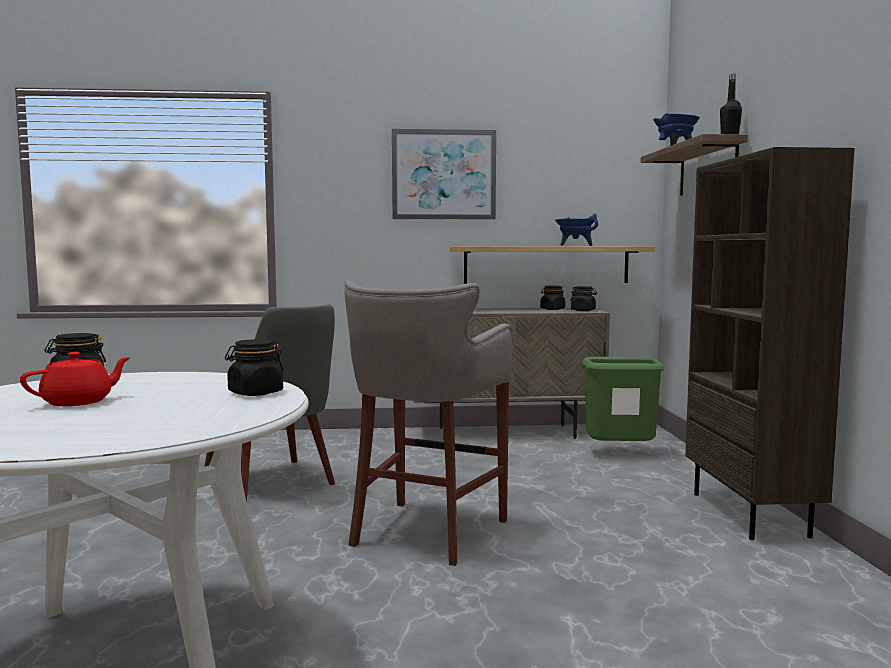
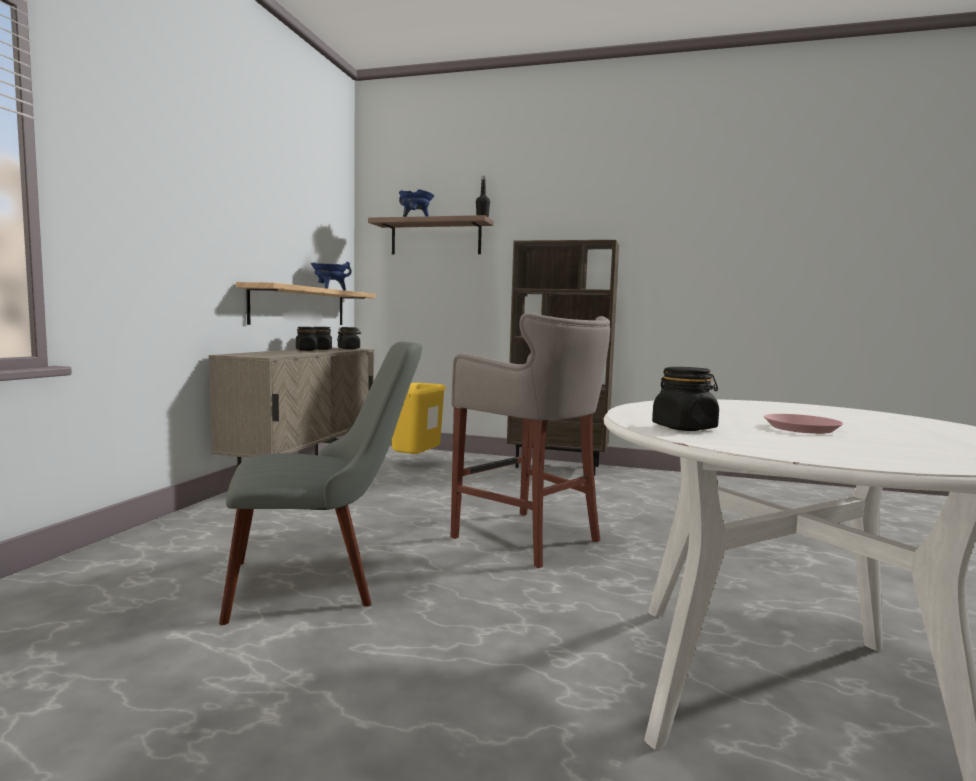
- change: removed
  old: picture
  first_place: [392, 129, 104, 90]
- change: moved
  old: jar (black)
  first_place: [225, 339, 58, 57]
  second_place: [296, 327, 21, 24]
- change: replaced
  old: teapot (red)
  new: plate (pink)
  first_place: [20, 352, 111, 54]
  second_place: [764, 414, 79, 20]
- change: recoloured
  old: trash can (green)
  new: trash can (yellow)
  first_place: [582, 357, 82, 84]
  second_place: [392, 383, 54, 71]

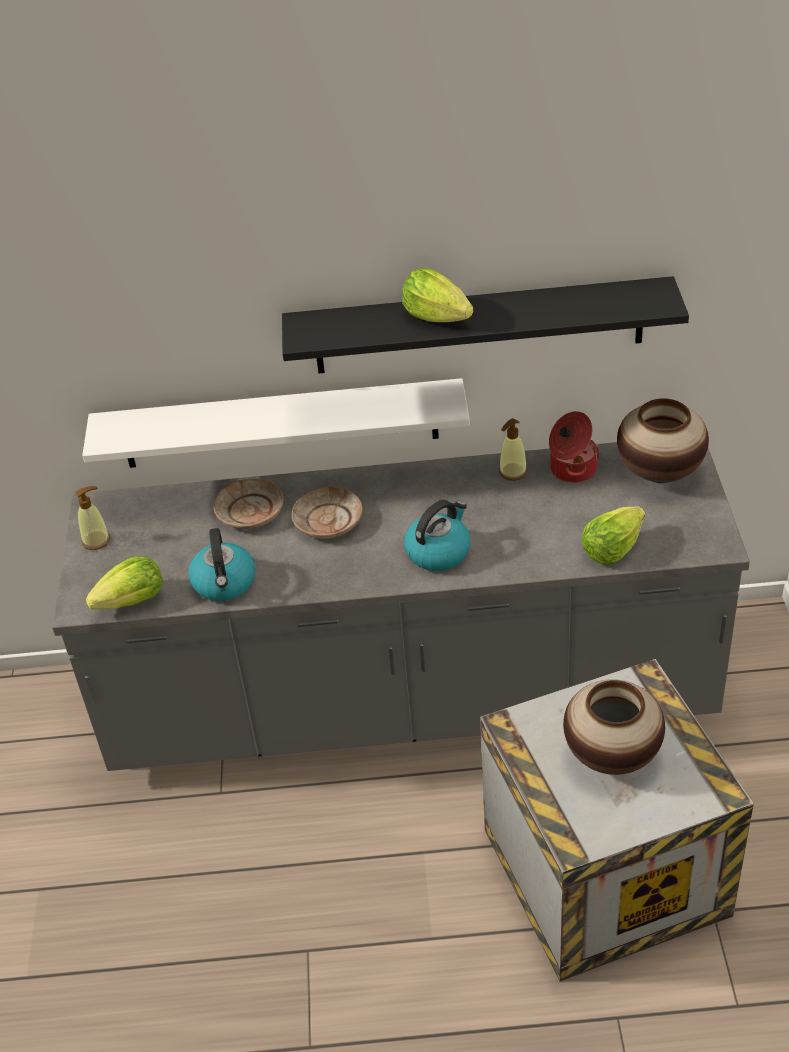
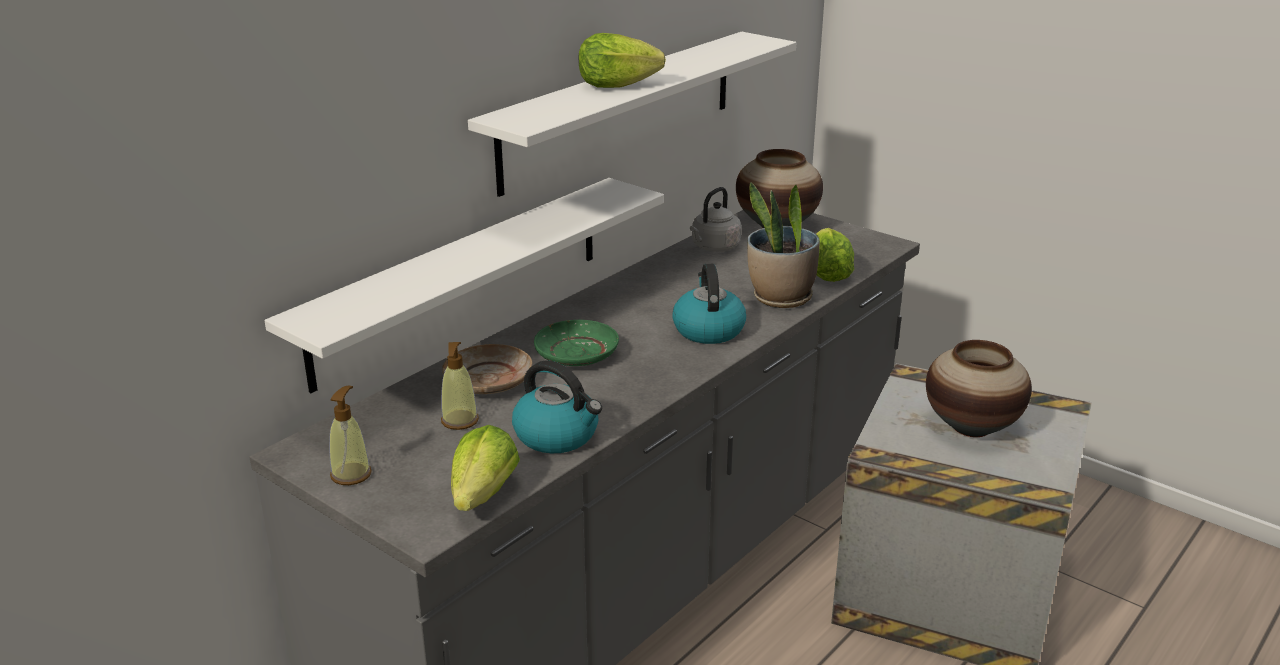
- change: added
  new: potted plant
  second_place: [747, 182, 73, 126]
- change: moved
  old: soap dispenser
  first_place: [499, 418, 28, 63]
  second_place: [441, 342, 38, 88]
- change: replaced
  old: cooking pot
  new: kettle (grey)
  first_place: [549, 411, 51, 72]
  second_place: [689, 187, 52, 65]
- change: recoloured
  old: shelf (black)
  new: shelf (white)
  first_place: [282, 276, 407, 97]
  second_place: [468, 32, 328, 165]
- change: recoloured
  old: plate (beige)
  new: plate (green)
  first_place: [292, 487, 71, 51]
  second_place: [534, 320, 85, 46]

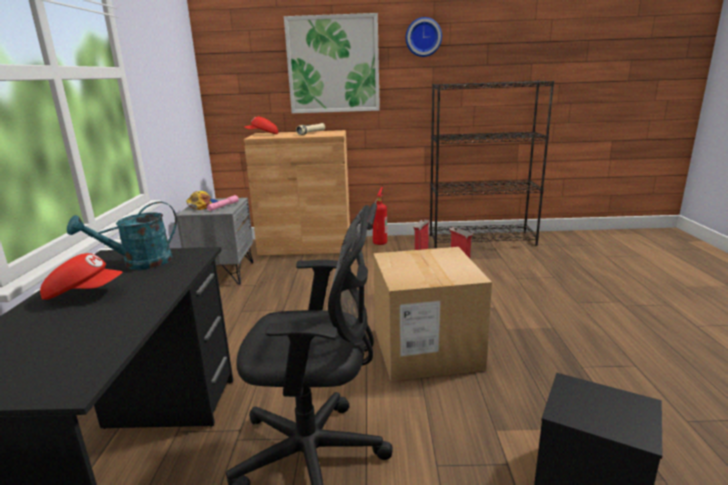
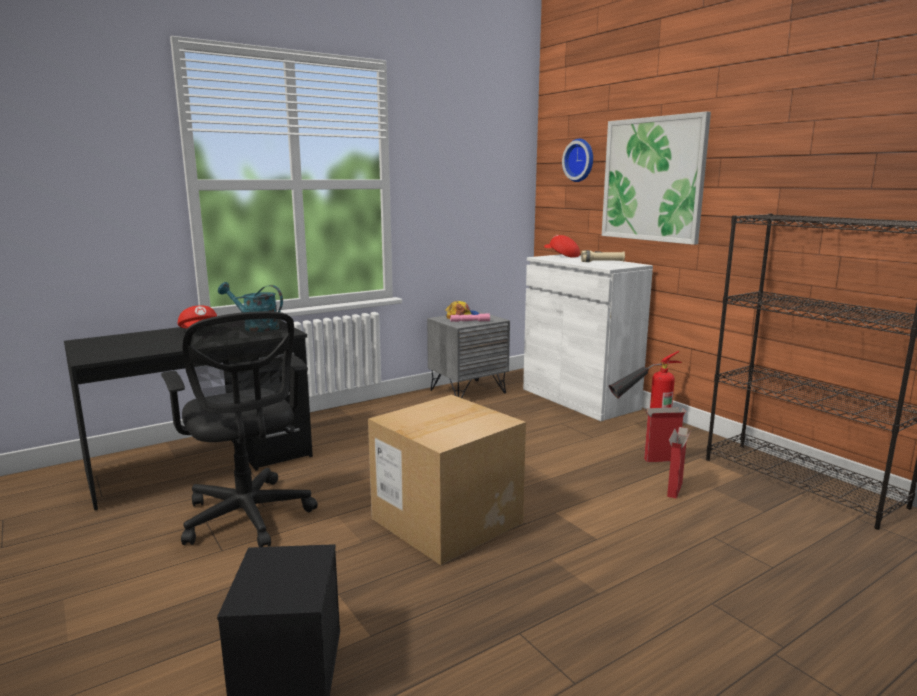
- change: moved
  old: wall clock
  first_place: [406, 17, 36, 40]
  second_place: [562, 139, 31, 43]
- change: recoloured
  old: cabinet (brown)
  new: cabinet (white)
  first_place: [244, 130, 106, 125]
  second_place: [523, 254, 130, 167]

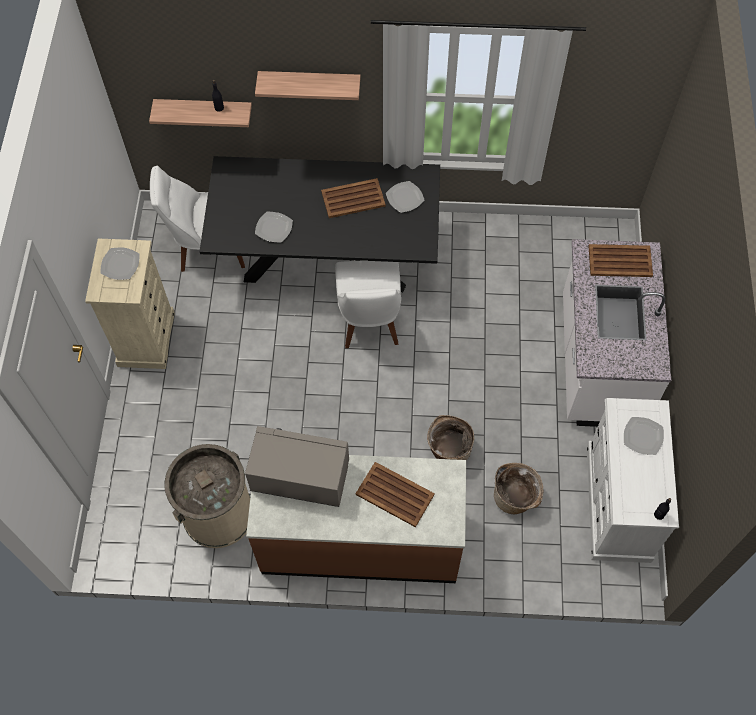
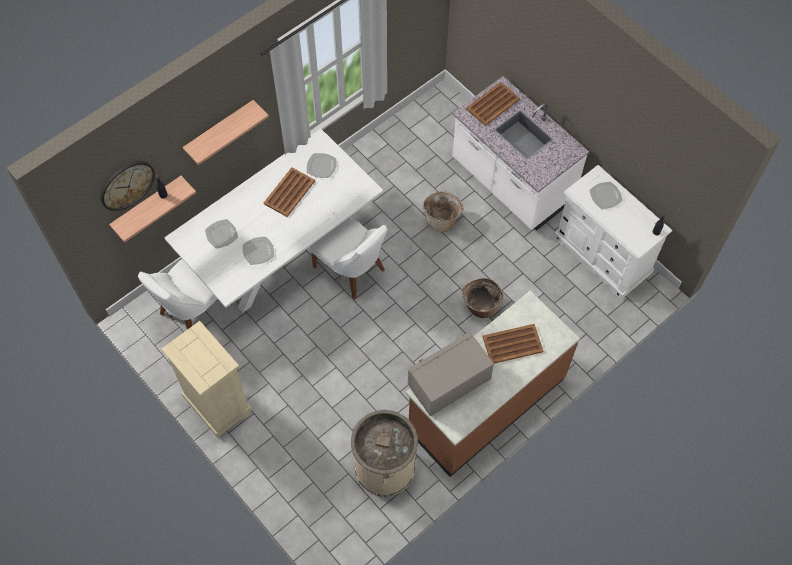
- change: added
  new: wall clock
  second_place: [101, 161, 54, 50]
- change: moved
  old: plate
  first_place: [100, 248, 40, 32]
  second_place: [205, 219, 33, 29]
- change: moved
  old: basket
  first_place: [494, 463, 49, 51]
  second_place: [423, 191, 40, 41]
- change: recoloured
  old: dining table (black)
  new: dining table (white)
  first_place: [199, 156, 241, 136]
  second_place: [164, 129, 219, 184]

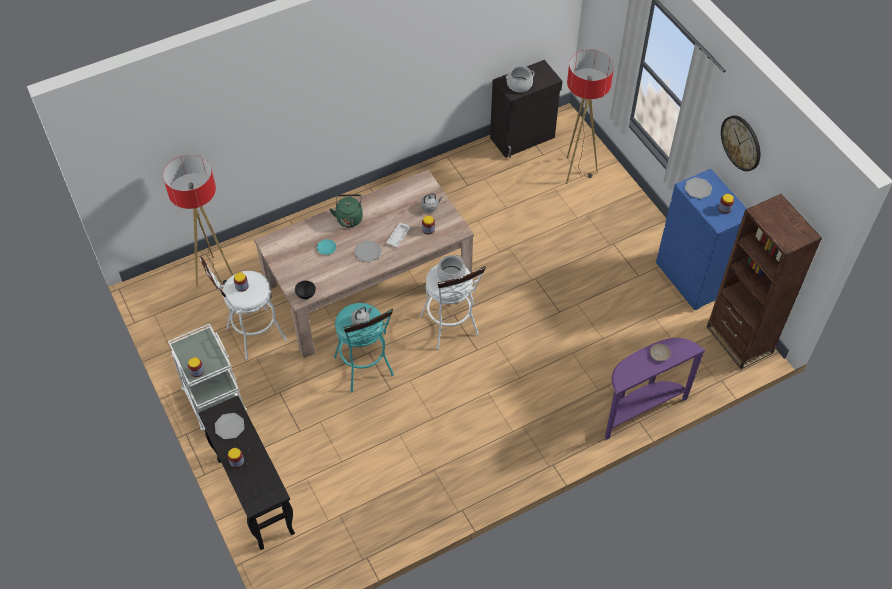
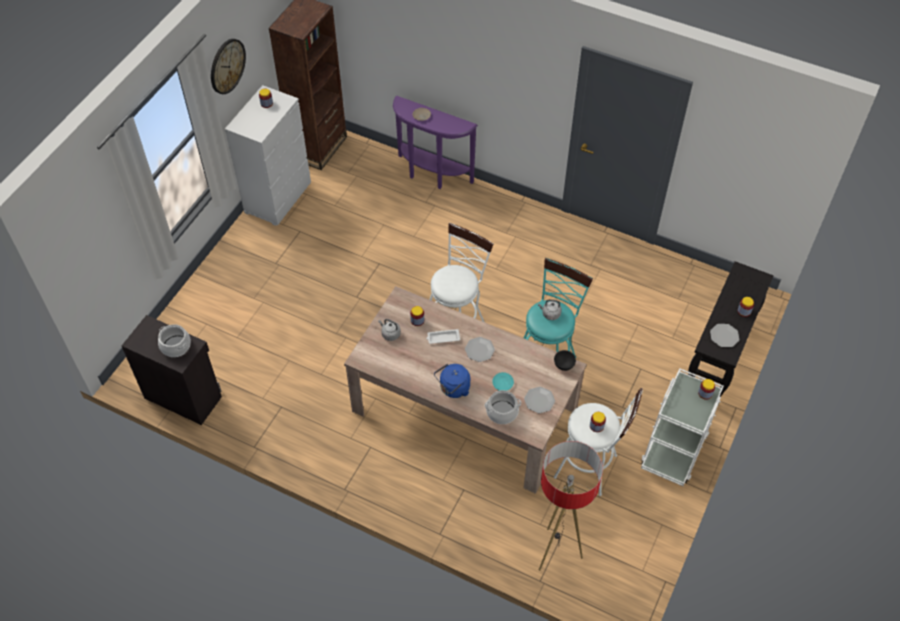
- change: removed
  old: floor lamp
  first_place: [566, 49, 48, 135]
- change: moved
  old: cooking pot
  first_place: [437, 255, 29, 27]
  second_place: [484, 390, 37, 34]
- change: moved
  old: plate
  first_place: [684, 177, 28, 22]
  second_place: [524, 387, 31, 26]
- change: recoloured
  old: kettle (green)
  new: kettle (blue)
  first_place: [329, 194, 34, 33]
  second_place: [434, 364, 36, 34]
- change: recoloured
  old: dresser (blue)
  new: dresser (white)
  first_place: [656, 169, 91, 141]
  second_place: [225, 85, 86, 141]

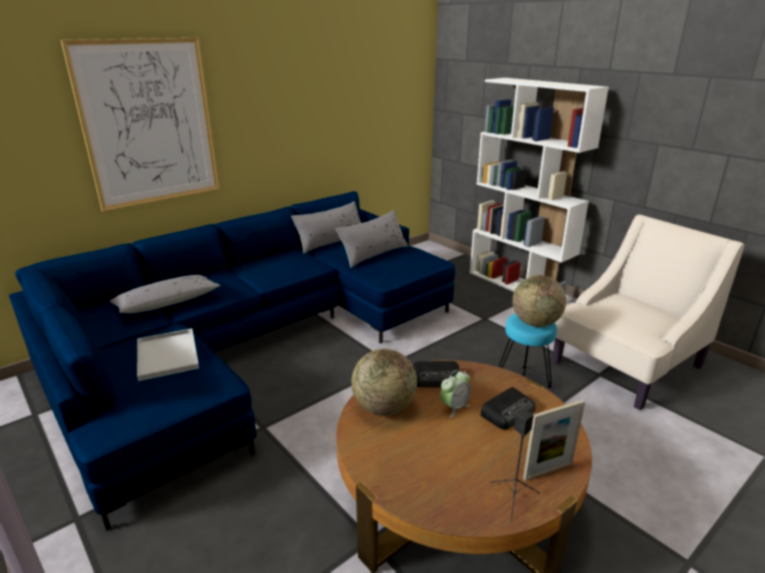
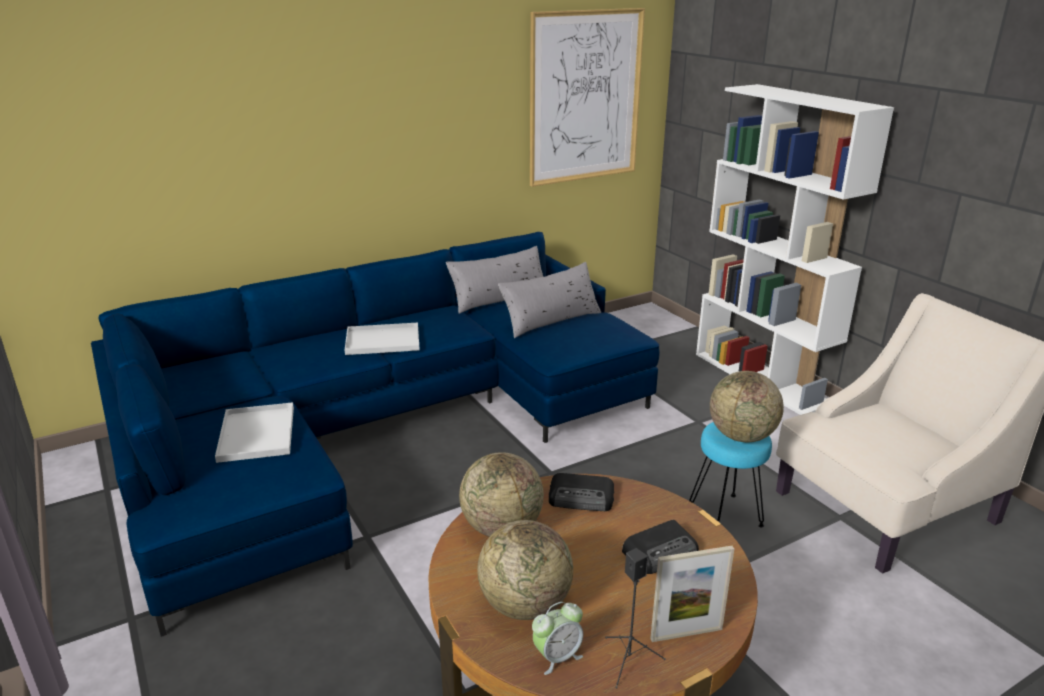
- change: removed
  old: pillow (grey)
  first_place: [110, 275, 111, 39]
- change: added
  new: tray (white)
  second_place: [345, 322, 75, 33]
- change: added
  new: globe
  second_place: [477, 520, 96, 100]
- change: moved
  old: picture
  first_place: [61, 38, 159, 174]
  second_place: [530, 8, 115, 179]
- change: moved
  old: alarm clock
  first_place: [440, 370, 31, 47]
  second_place: [532, 602, 51, 73]

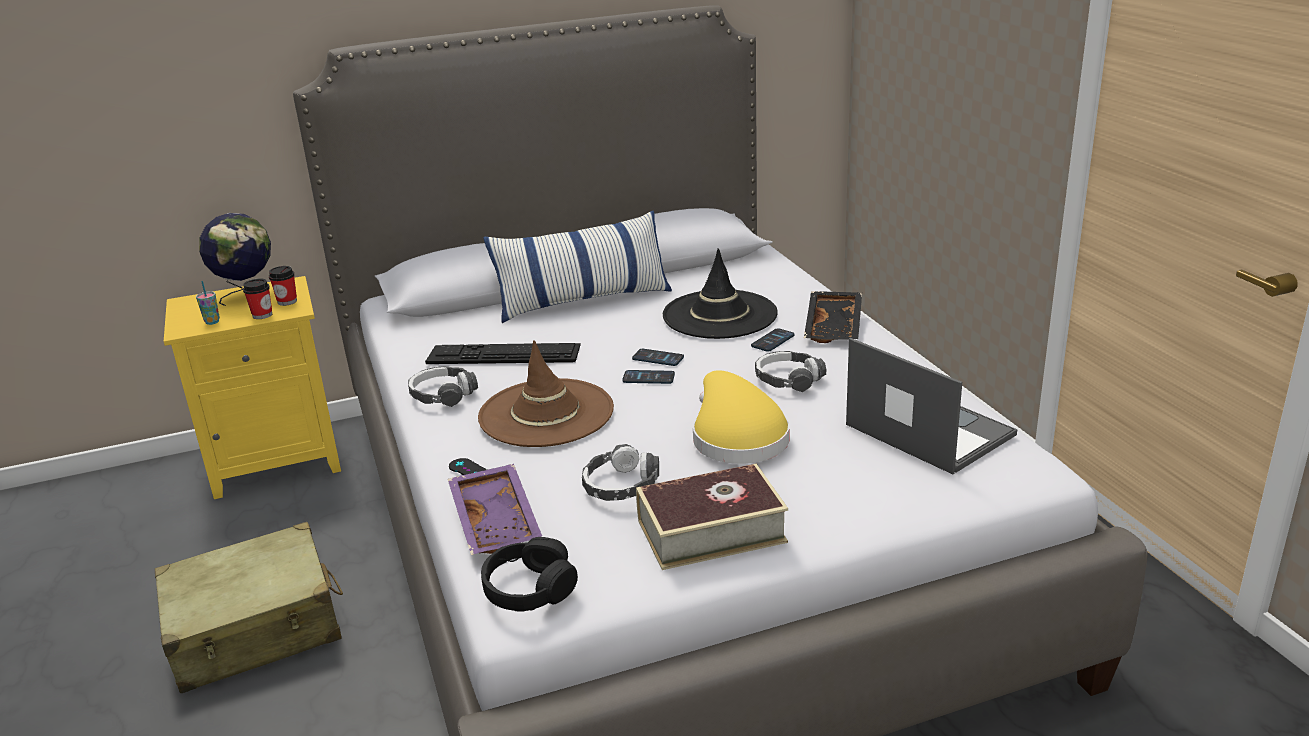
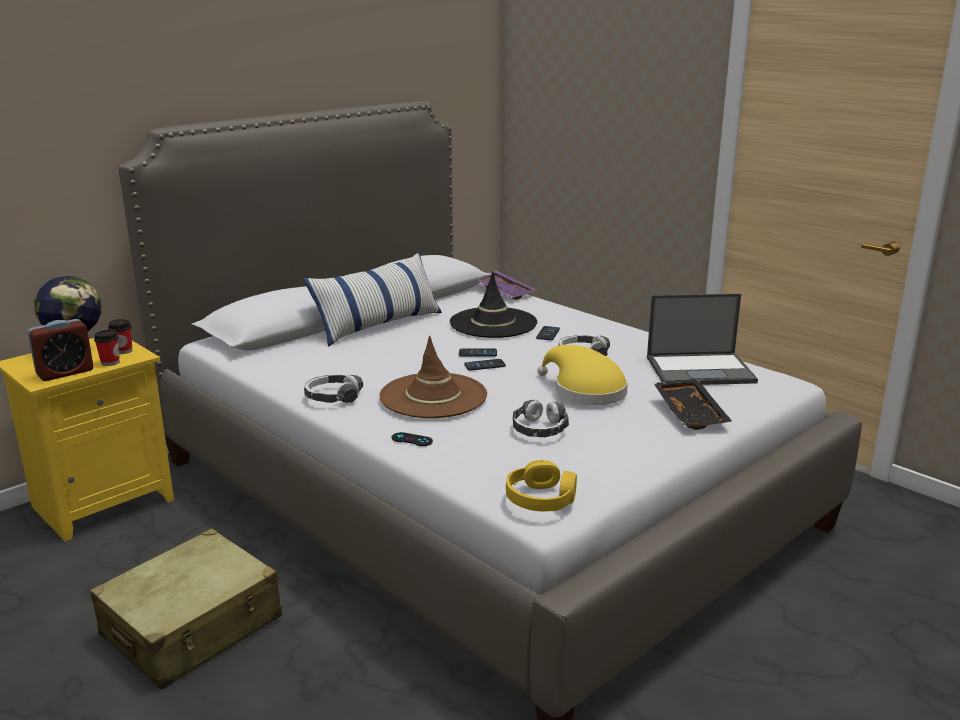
- change: removed
  old: keyboard
  first_place: [425, 343, 156, 21]
- change: removed
  old: book
  first_place: [636, 464, 152, 106]
- change: moved
  old: tray (purple)
  first_place: [448, 464, 94, 91]
  second_place: [475, 270, 62, 30]
- change: moved
  old: tray (black)
  first_place: [804, 291, 58, 52]
  second_place: [653, 379, 79, 51]
- change: replaced
  old: cup
  new: alarm clock
  first_place: [196, 281, 24, 44]
  second_place: [27, 319, 67, 62]
- change: recoloured
  old: headphones (black)
  new: headphones (yellow)
  first_place: [481, 537, 97, 75]
  second_place: [506, 460, 71, 51]
- change: turned
  old: laptop
  first_place: [846, 338, 171, 136]
  second_place: [647, 293, 111, 92]
  degrees: 150

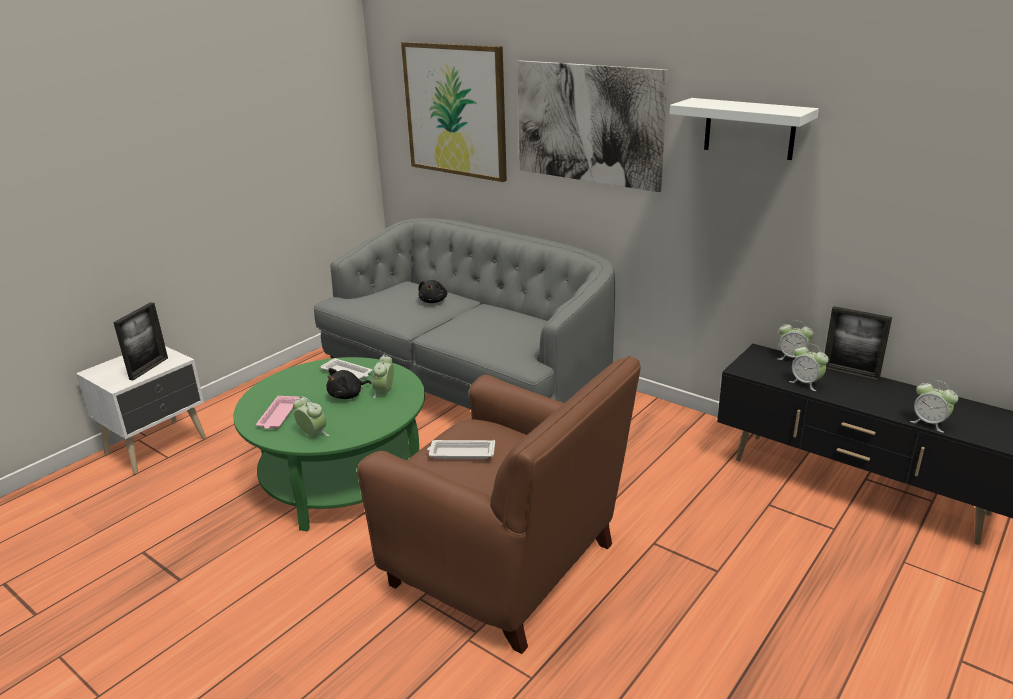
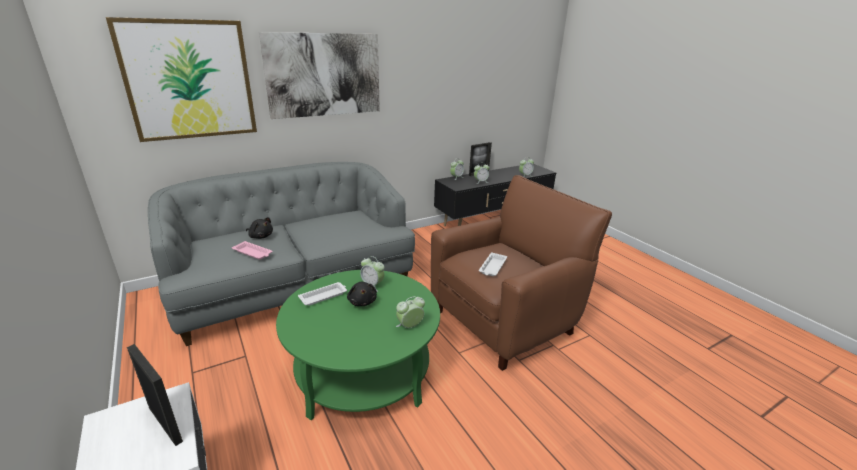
- change: removed
  old: shelf (white)
  first_place: [670, 98, 149, 62]
- change: moved
  old: tray (pink)
  first_place: [256, 396, 44, 33]
  second_place: [232, 241, 41, 19]

